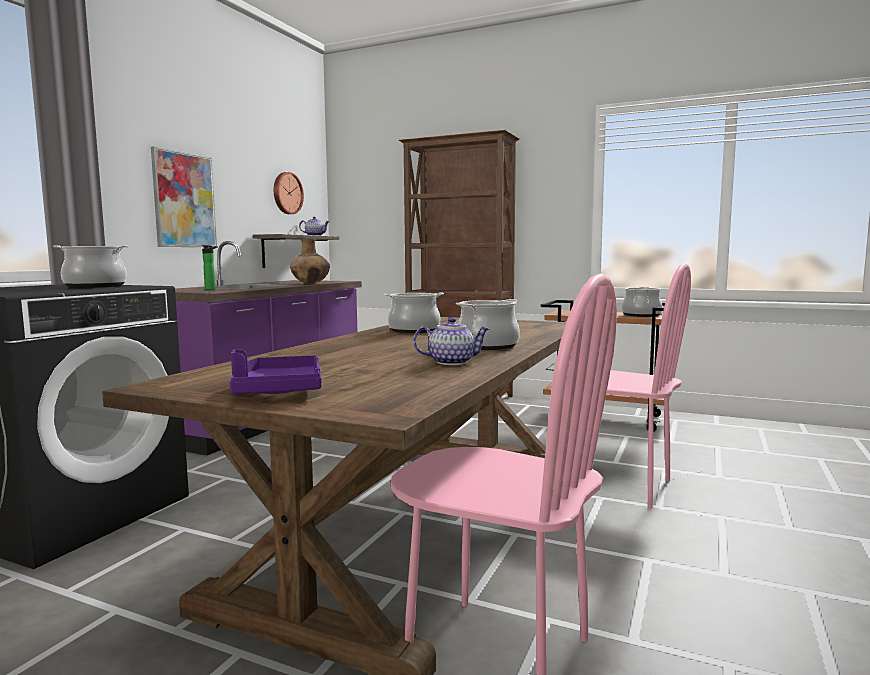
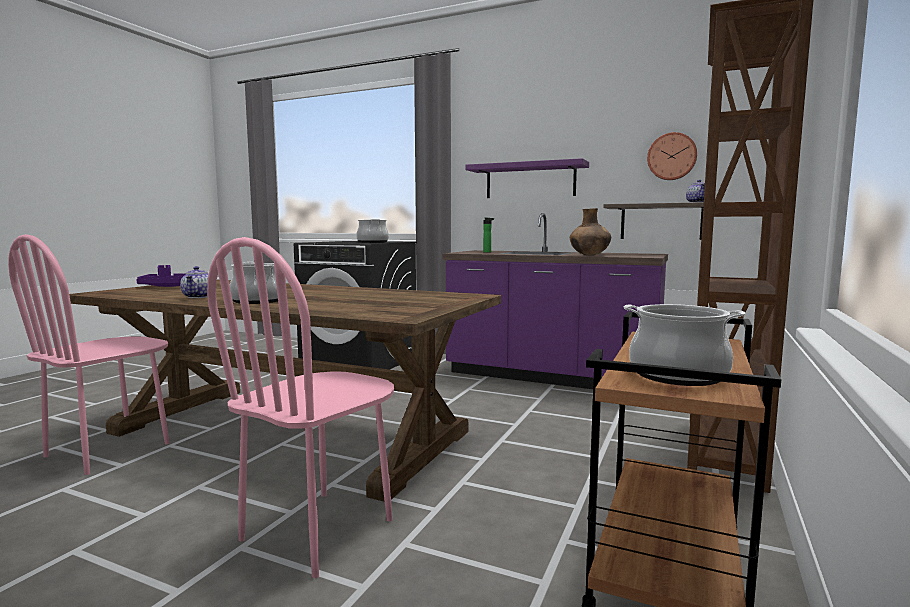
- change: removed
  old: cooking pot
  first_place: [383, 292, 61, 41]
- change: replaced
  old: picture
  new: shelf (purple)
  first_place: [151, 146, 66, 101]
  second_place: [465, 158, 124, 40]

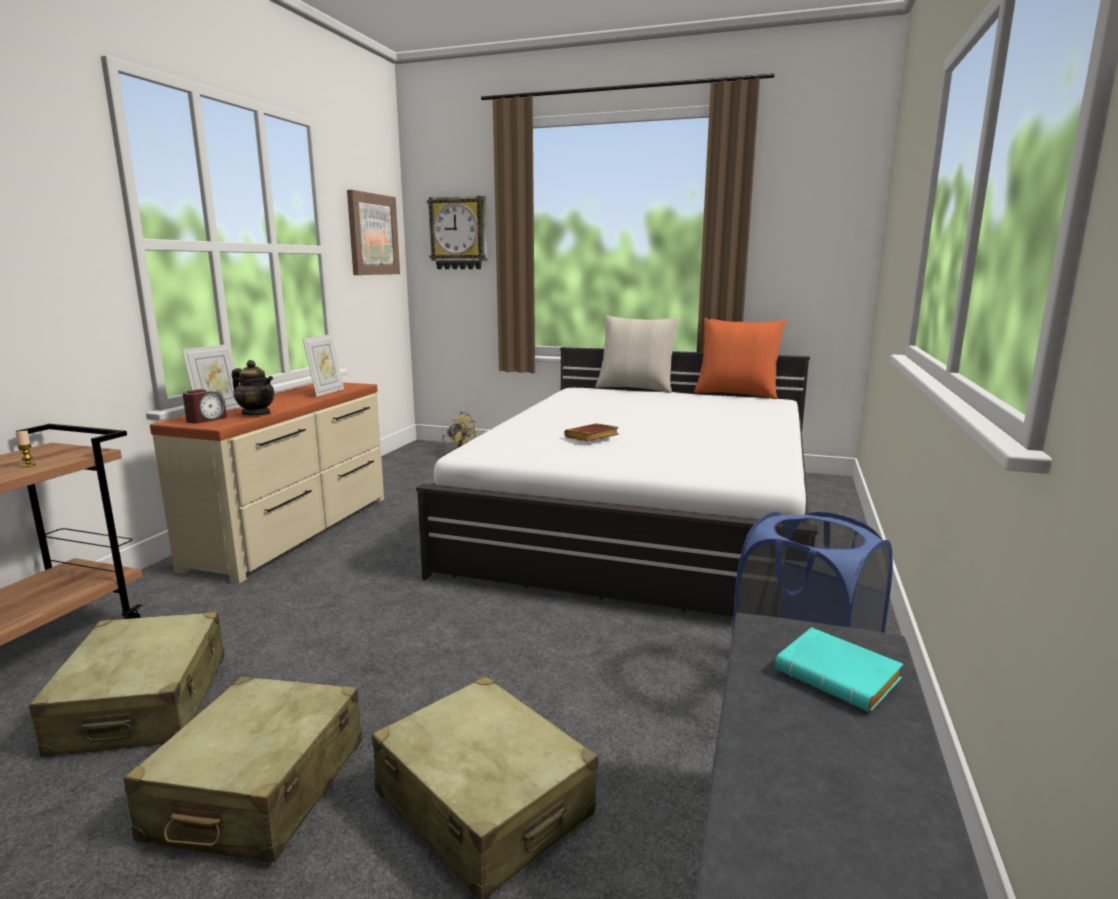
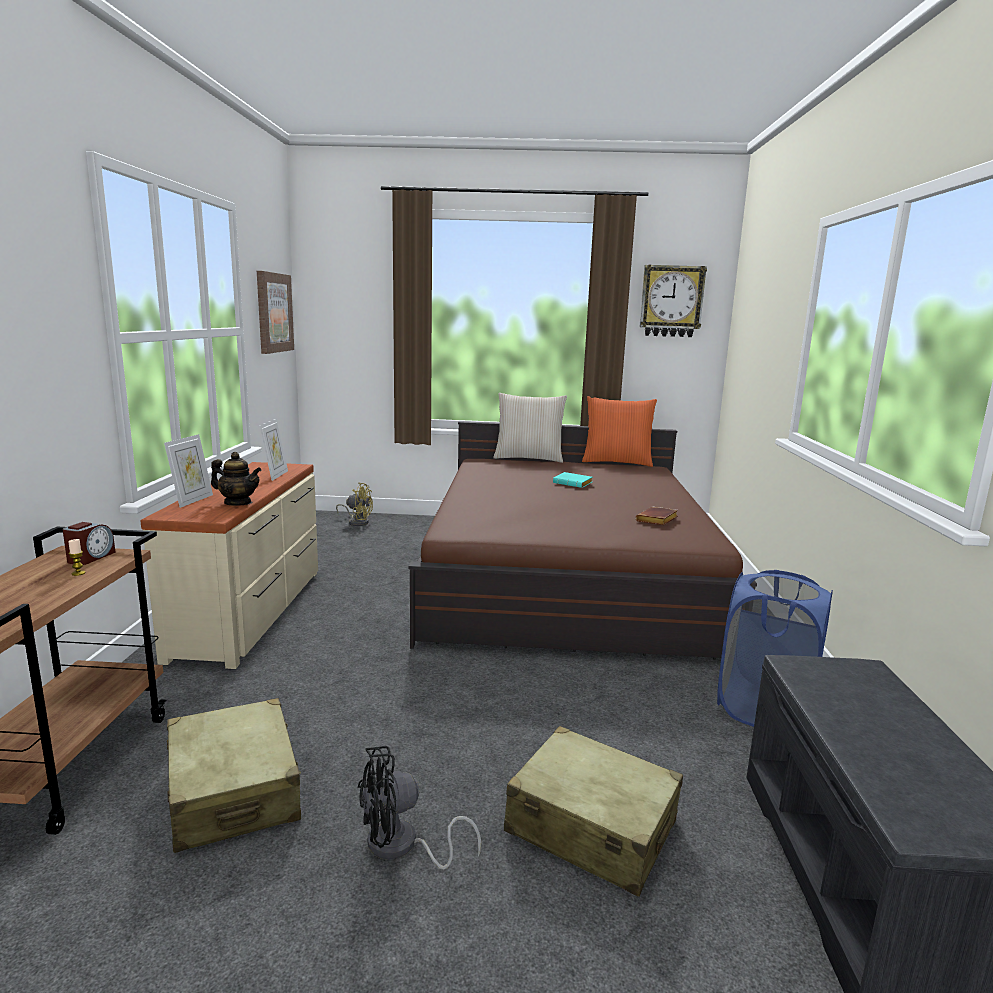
- change: moved
  old: alarm clock
  first_place: [183, 389, 44, 35]
  second_place: [63, 522, 53, 43]
- change: moved
  old: wall clock
  first_place: [427, 196, 60, 73]
  second_place: [639, 264, 68, 73]
- change: moved
  old: book (brown)
  first_place: [564, 423, 55, 19]
  second_place: [636, 507, 42, 18]
- change: moved
  old: book (turquoise)
  first_place: [775, 627, 128, 85]
  second_place: [553, 472, 39, 16]
- change: replaced
  old: suitcase (beige)
  new: fan (black)
  first_place: [123, 676, 239, 186]
  second_place: [358, 746, 123, 123]
- change: recoloured
  old: bed (white)
  new: bed (brown)
  first_place: [416, 347, 394, 270]
  second_place: [408, 421, 335, 239]

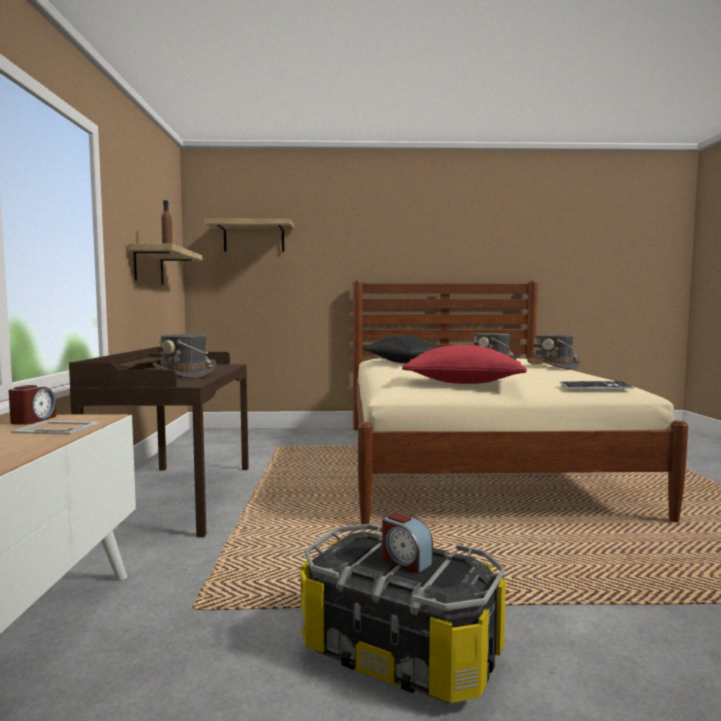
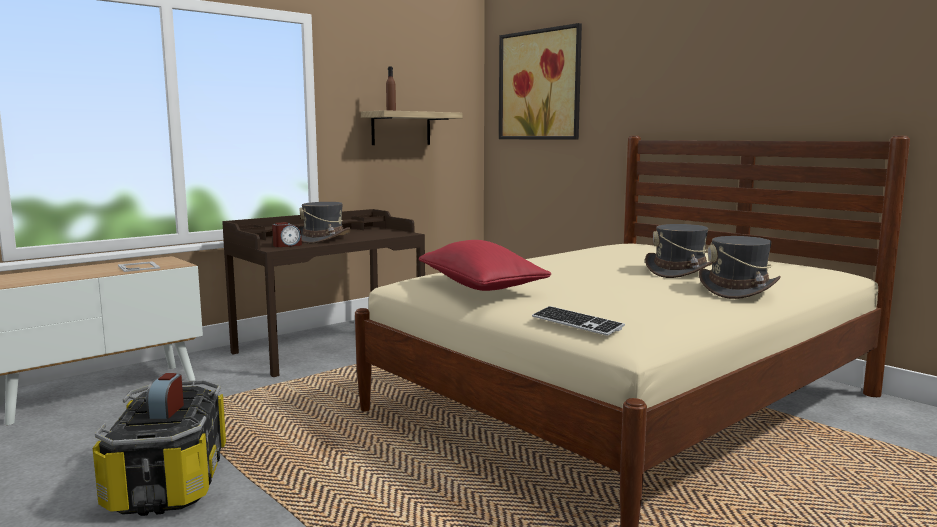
- change: removed
  old: pillow (black)
  first_place: [364, 335, 75, 28]
- change: moved
  old: alarm clock
  first_place: [9, 385, 47, 40]
  second_place: [272, 222, 30, 25]
- change: replaced
  old: shelf
  new: picture
  first_place: [205, 218, 89, 34]
  second_place: [499, 23, 83, 117]

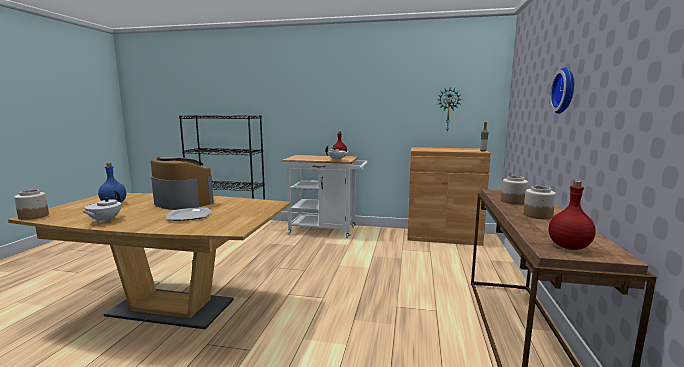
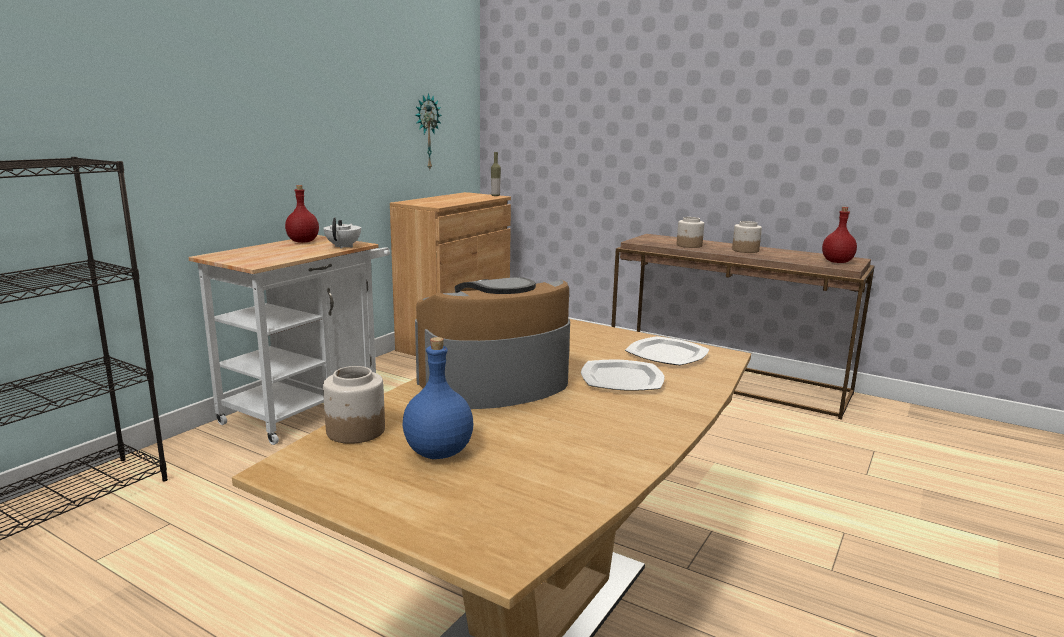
- change: removed
  old: teapot (white)
  first_place: [82, 191, 39, 32]
- change: removed
  old: wall clock
  first_place: [549, 67, 25, 47]
- change: added
  new: plate
  second_place: [625, 336, 84, 29]
- change: moved
  old: jar
  first_place: [14, 190, 35, 30]
  second_place: [323, 366, 62, 78]

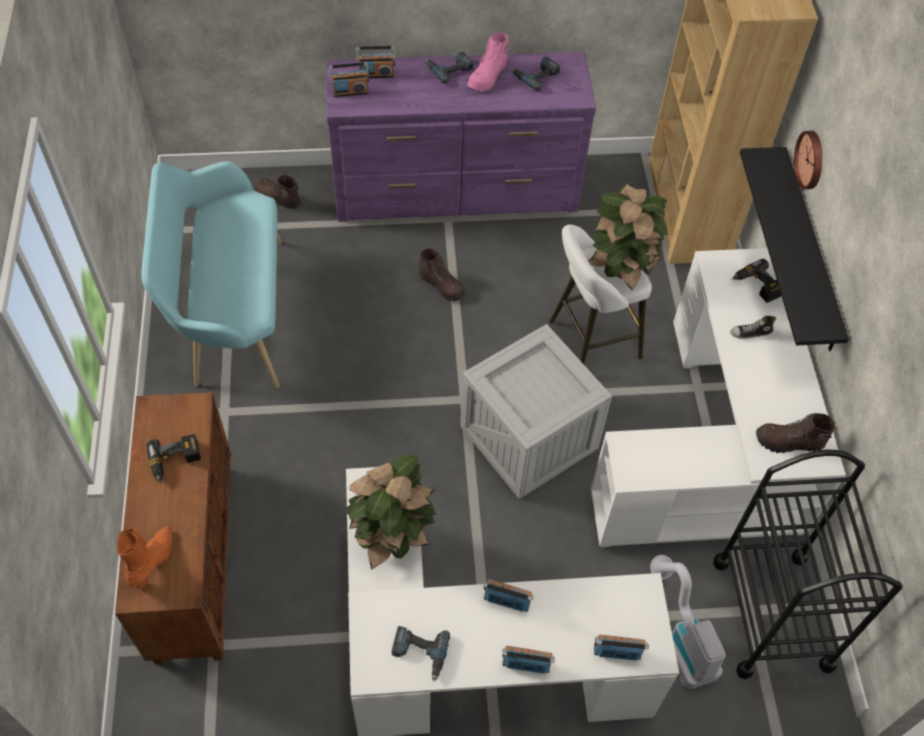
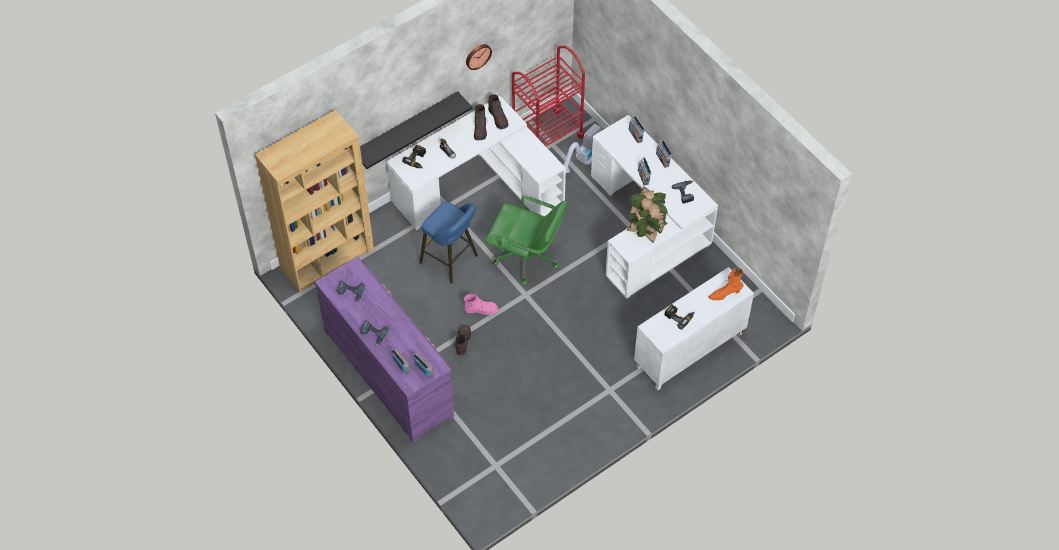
- change: removed
  old: bench (turquoise)
  first_place: [141, 161, 141, 227]
- change: removed
  old: potted plant
  first_place: [588, 183, 80, 107]
- change: moved
  old: boot (brown)
  first_place: [255, 174, 46, 35]
  second_place: [474, 104, 13, 36]
- change: moved
  old: boot (pink)
  first_place: [467, 33, 44, 58]
  second_place: [464, 294, 34, 21]
- change: moved
  old: wall clock
  first_place: [794, 131, 29, 58]
  second_place: [466, 44, 26, 26]
- change: replaced
  old: crate
  new: office chair (green)
  first_place: [460, 324, 152, 175]
  second_place: [485, 195, 83, 90]
- change: recoloured
  old: cabinet (brown)
  new: cabinet (white)
  first_place: [115, 392, 116, 273]
  second_place: [634, 267, 120, 123]
- change: recoloured
  old: stool (white)
  new: stool (blue)
  first_place: [549, 225, 103, 139]
  second_place: [419, 201, 59, 83]
- change: recoloured
  old: cart (black)
  new: cart (red)
  first_place: [713, 450, 189, 229]
  second_place: [512, 46, 73, 100]

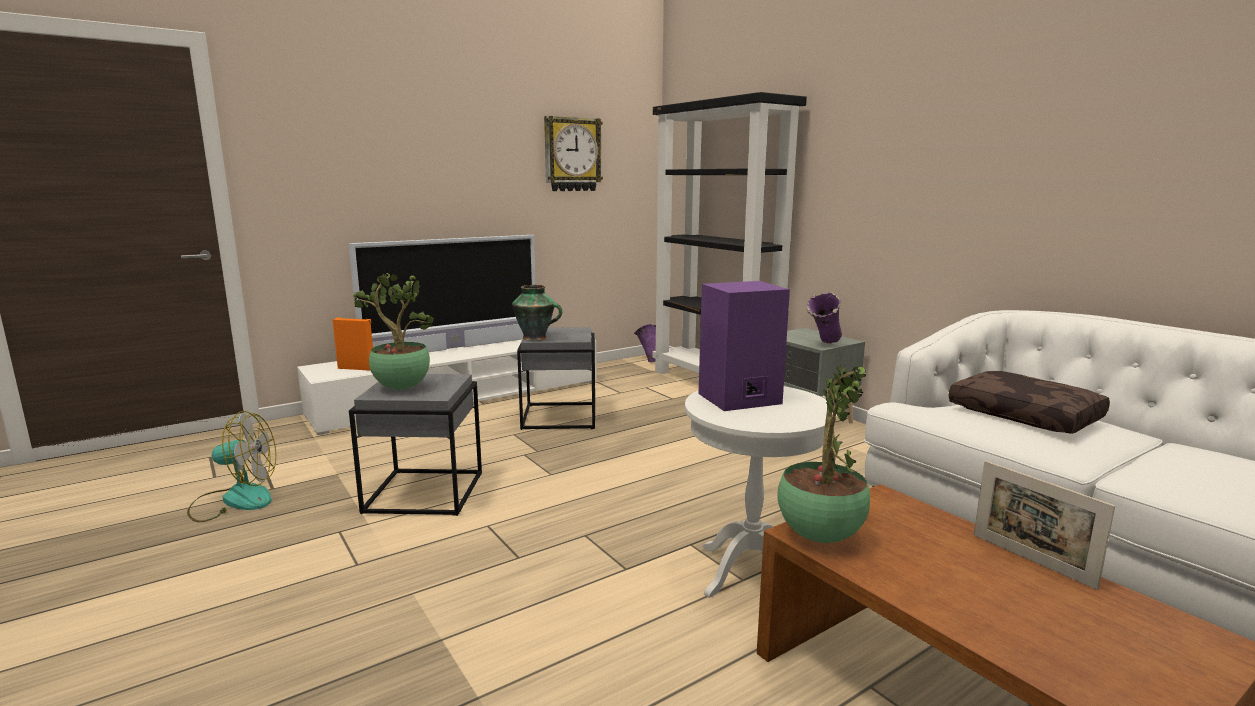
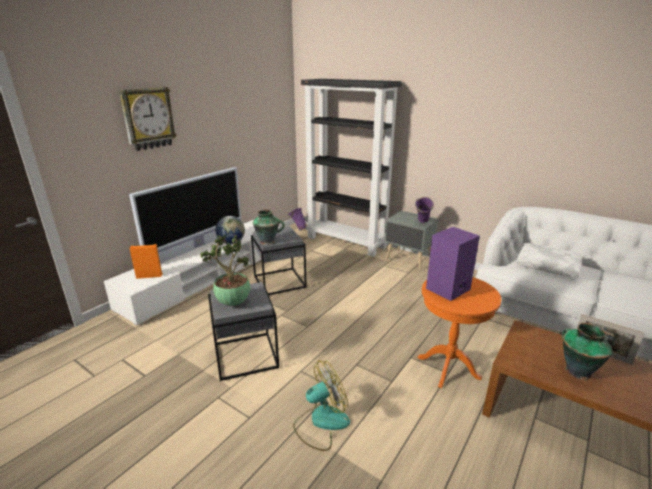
- change: removed
  old: potted plant
  first_place: [777, 365, 93, 178]
- change: added
  new: globe
  second_place: [216, 216, 29, 28]
- change: added
  new: vase
  second_place: [562, 323, 51, 57]
- change: moved
  old: fan
  first_place: [187, 411, 89, 111]
  second_place: [293, 361, 57, 90]
- change: moved
  old: wall clock
  first_place: [544, 116, 59, 75]
  second_place: [119, 87, 58, 64]
- change: recoloured
  old: side table (white)
  new: side table (orange)
  first_place: [685, 386, 152, 212]
  second_place: [418, 277, 84, 111]
- change: recoloured
  old: pillow (brown)
  new: pillow (white)
  first_place: [949, 371, 161, 63]
  second_place: [516, 243, 66, 35]

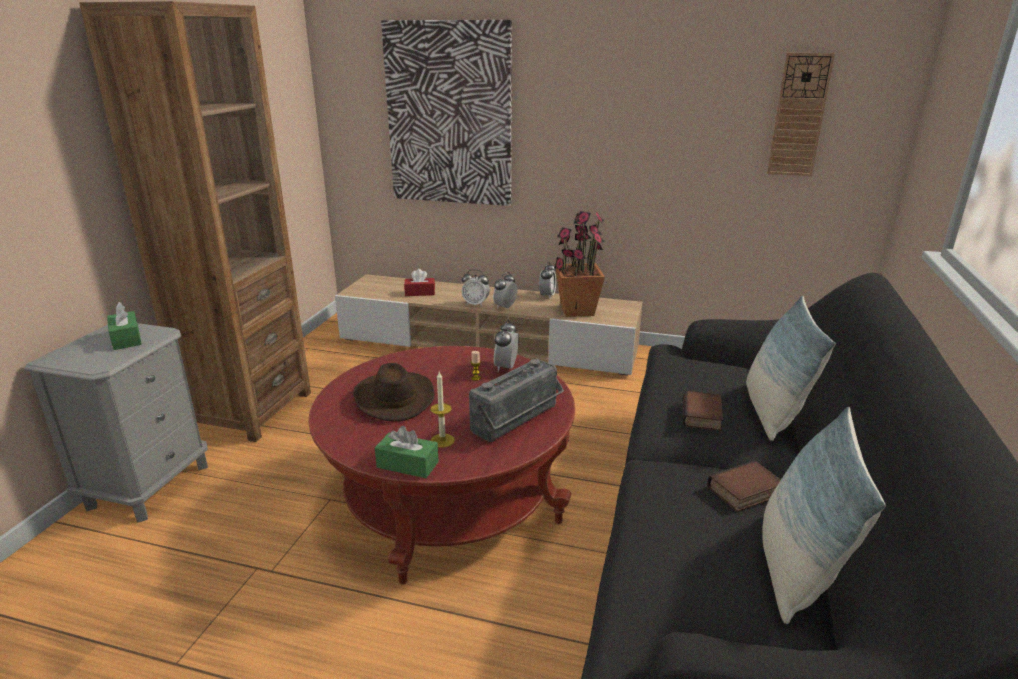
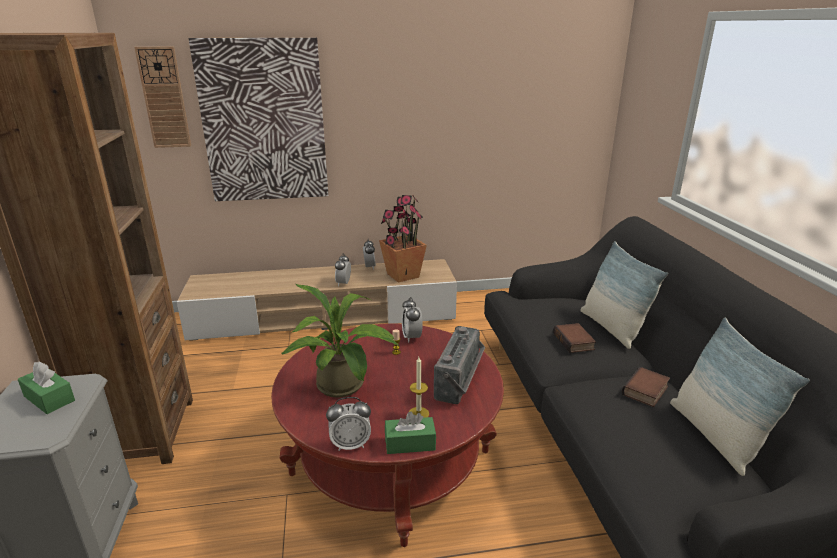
- change: removed
  old: tissue box (red)
  first_place: [404, 269, 31, 27]
- change: moved
  old: alarm clock
  first_place: [462, 269, 28, 37]
  second_place: [326, 397, 45, 54]
- change: moved
  old: wall clock
  first_place: [767, 53, 68, 123]
  second_place: [134, 47, 57, 101]
- change: replaced
  old: hat (brown)
  new: potted plant
  first_place: [353, 363, 81, 59]
  second_place: [281, 284, 118, 114]

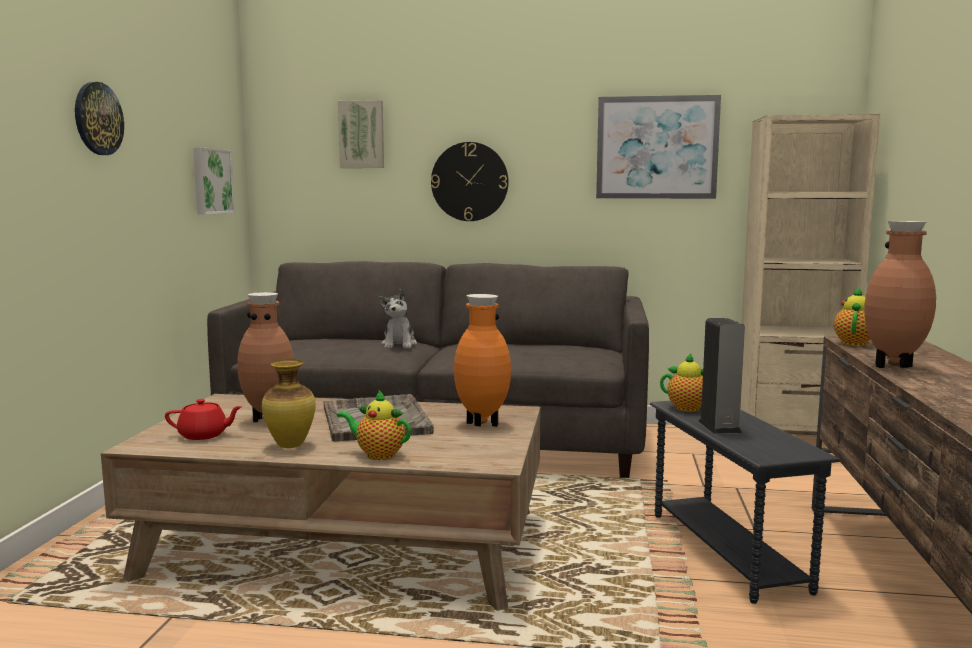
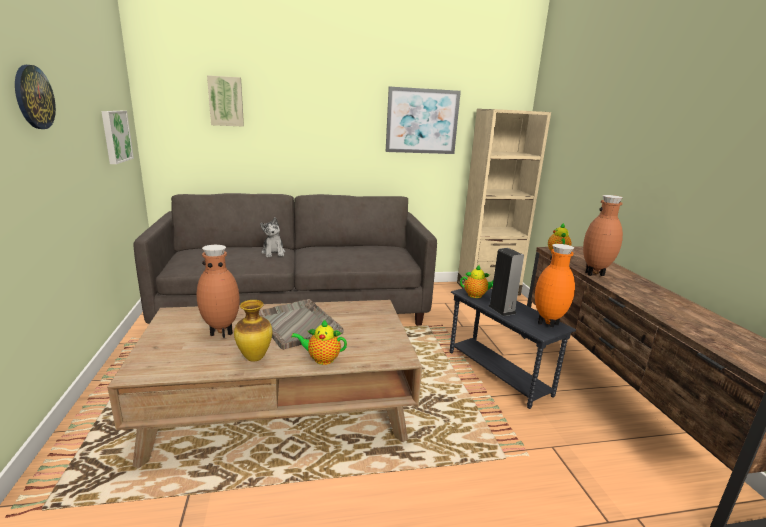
- change: removed
  old: teapot (red)
  first_place: [165, 399, 78, 41]
- change: removed
  old: wall clock
  first_place: [431, 142, 78, 79]
- change: moved
  old: vase (orange)
  first_place: [454, 294, 57, 133]
  second_place: [535, 244, 40, 83]

